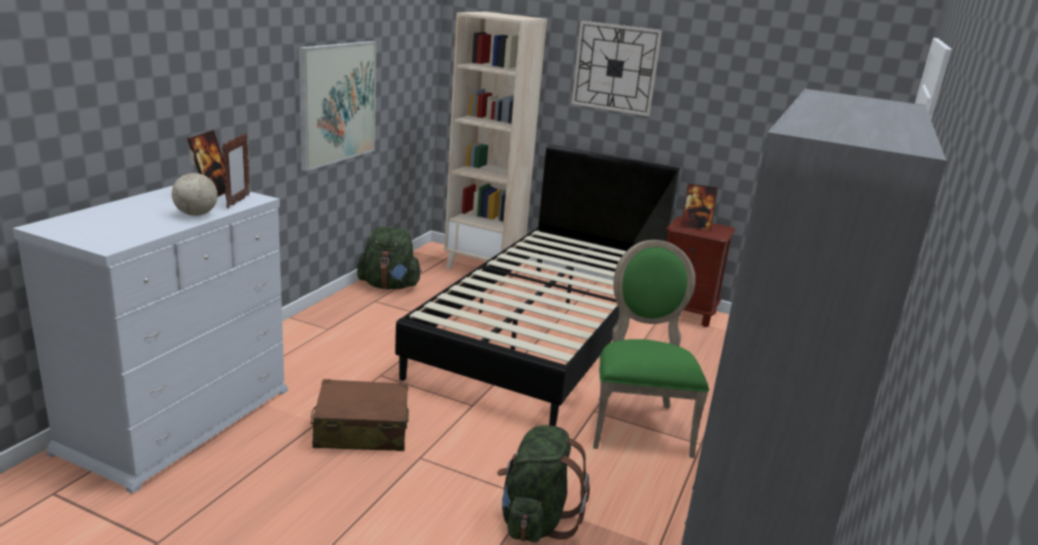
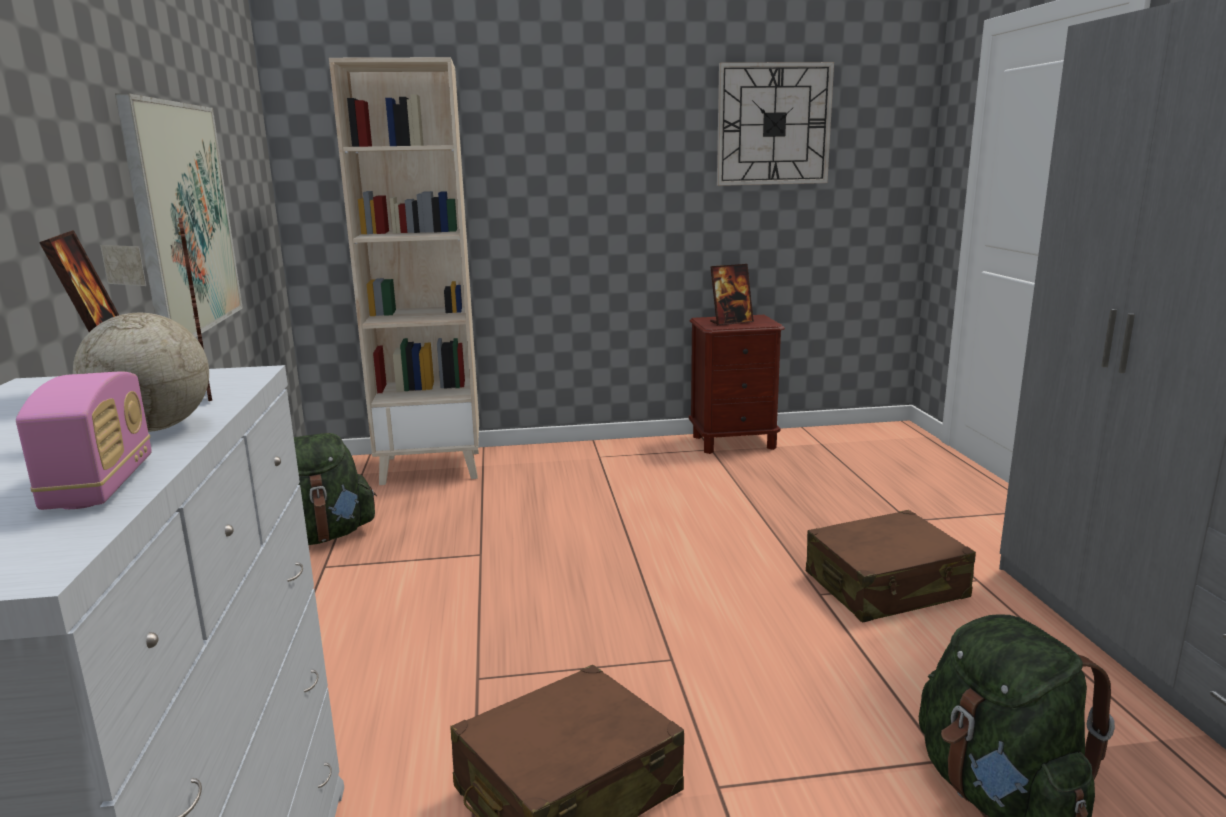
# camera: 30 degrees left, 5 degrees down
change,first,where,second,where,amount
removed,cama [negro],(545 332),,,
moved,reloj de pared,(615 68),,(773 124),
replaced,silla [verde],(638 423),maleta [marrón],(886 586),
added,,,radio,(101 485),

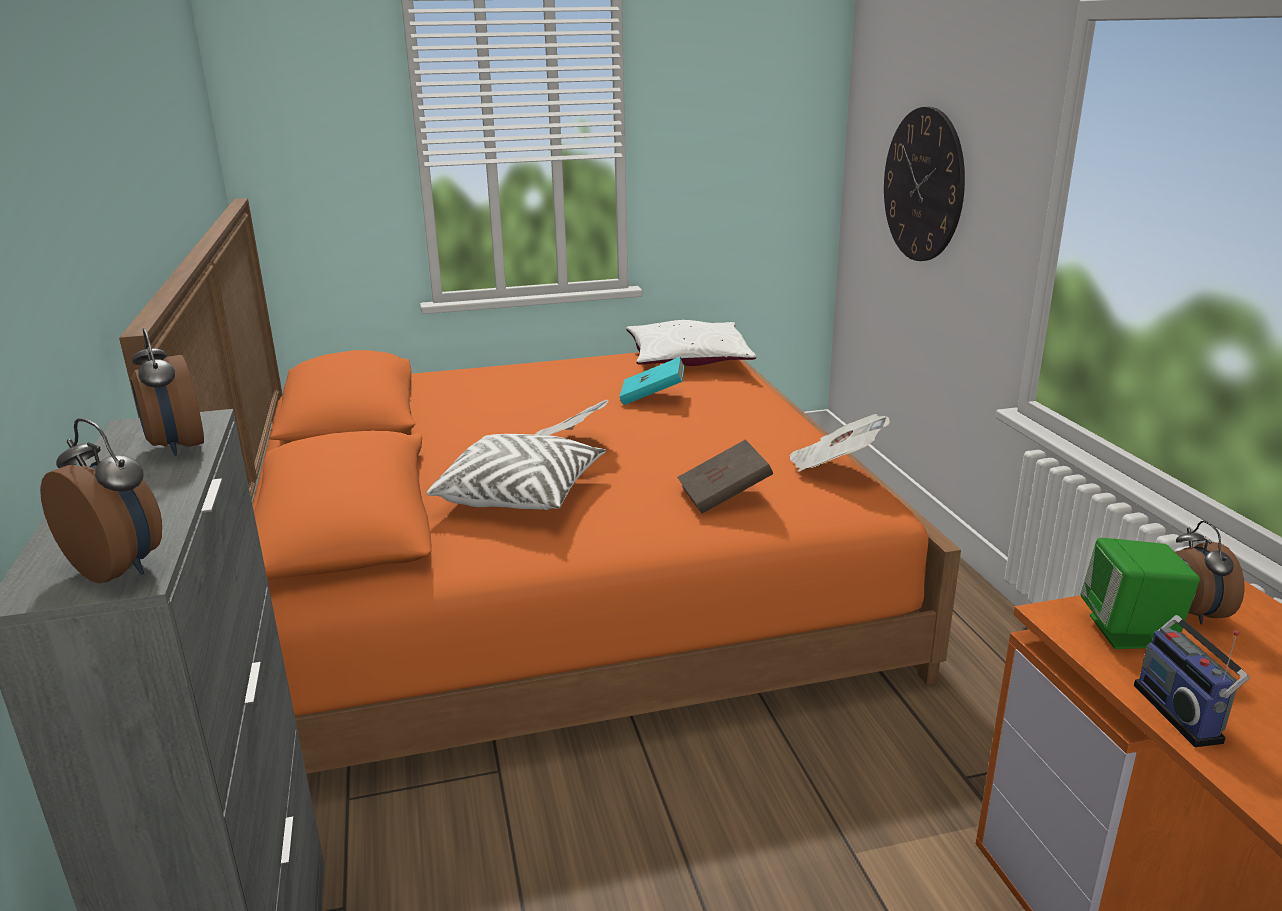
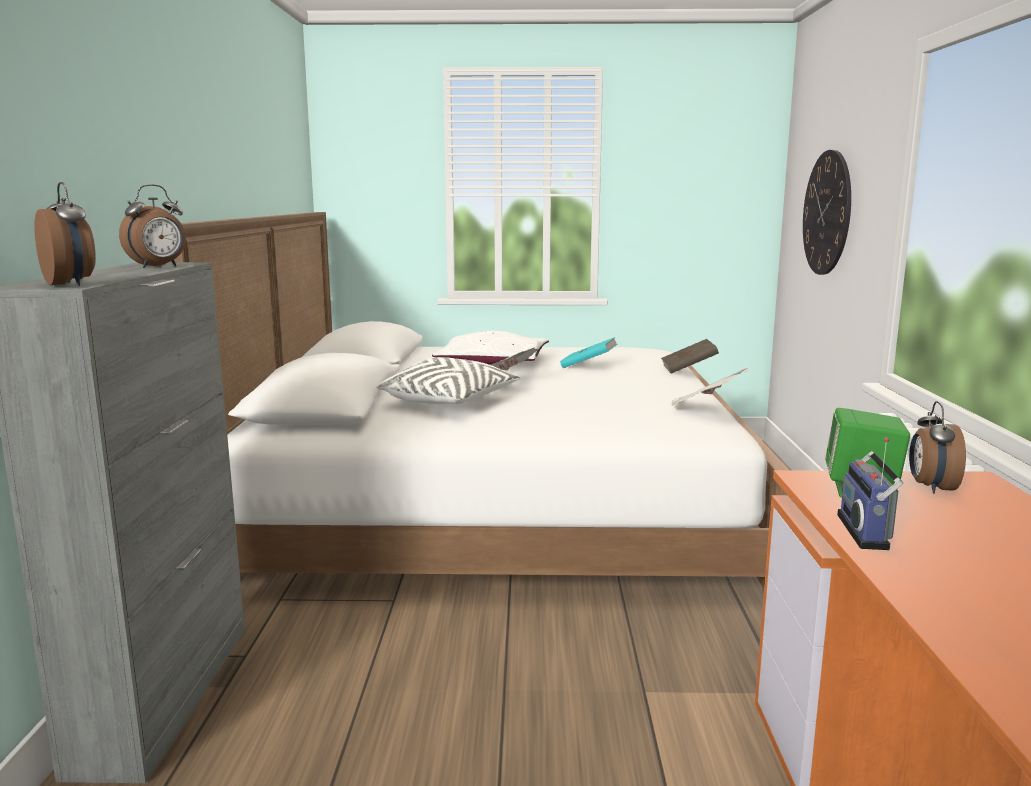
# camera: 15 degrees right, 10 degrees down
change,first,where,second,where,amount
recoloured,cama [naranja],(558 581),cama [blanco],(498 502),
turned,despertador,(175 447),,(159 267),120 degrees counterclockwise
moved,cojín [blanco],(688 359),,(493 362),
moved,libro [marrón],(724 496),,(688 369),

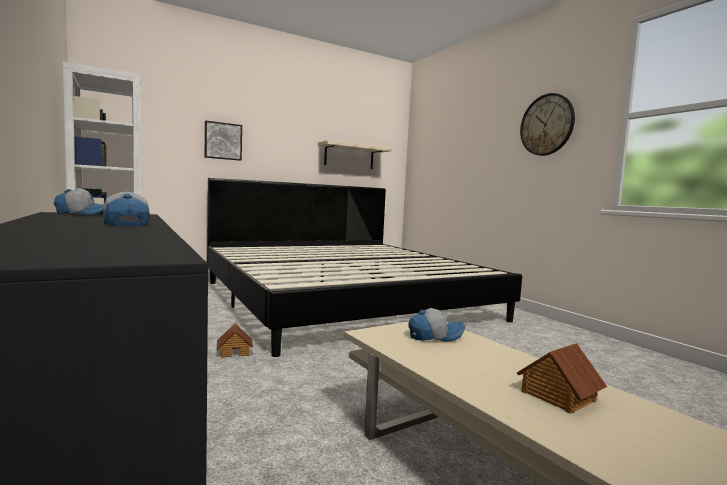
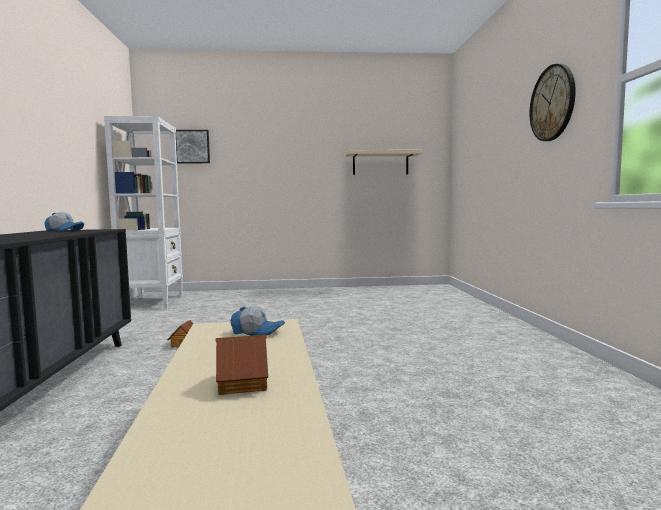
# camera: 25 degrees right, 0 degrees up
change,first,where,second,where,amount
removed,gorra,(125 224),,,
moved,cuadro,(223 141),,(192 147),
removed,cama,(344 300),,,

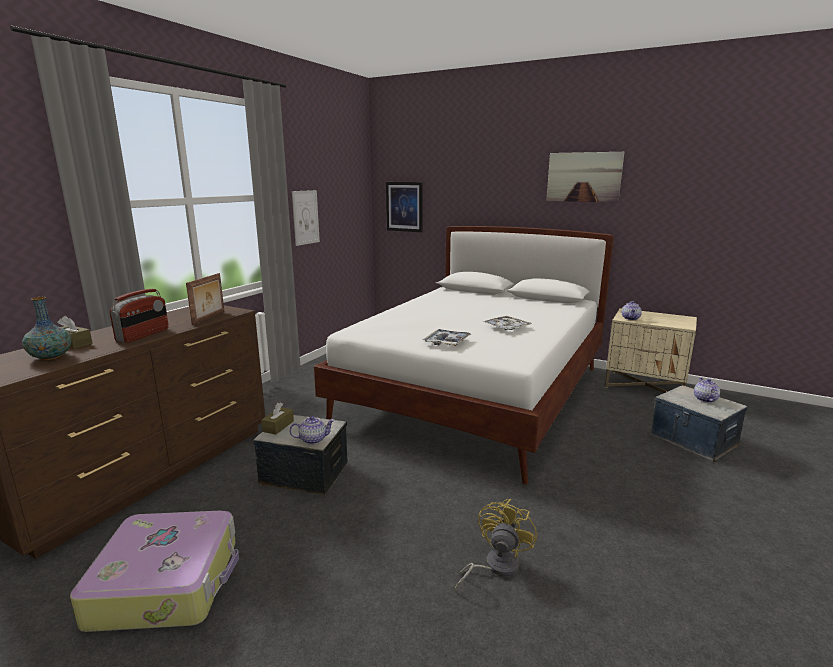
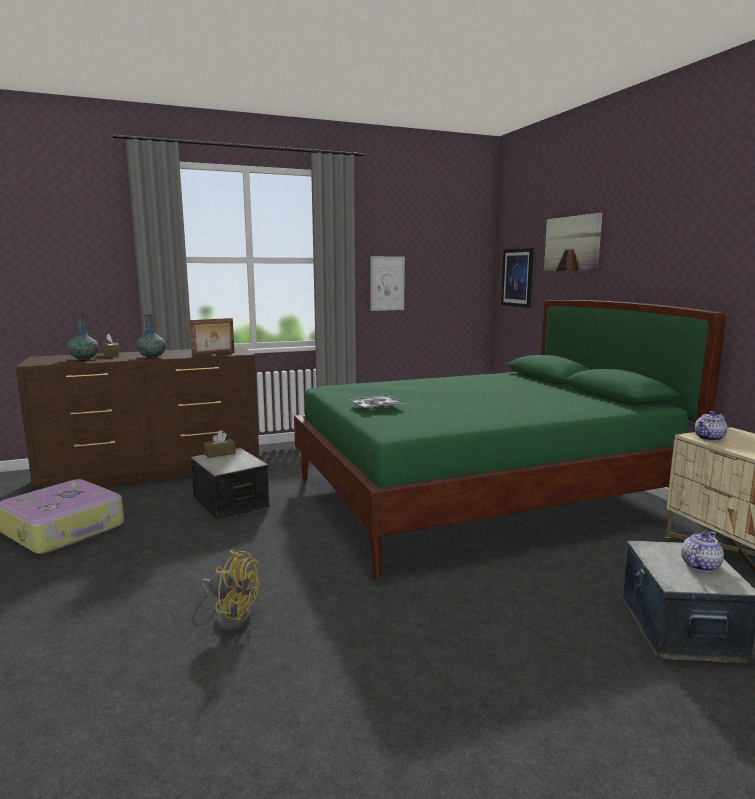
# camera: 40 degrees right, 5 degrees down
change,first,where,second,where,amount
replaced,radio,(143 335),florero,(152 356),
removed,tetera,(313 439),,,
recoloured,cama [blanco],(477 394),cama [verde],(482 496),
turned,ventilador [amarillo],(495 566),,(231 616),45 degrees clockwise
removed,bandeja,(507 327),,,
moved,cuadro,(583 177),,(572 243),

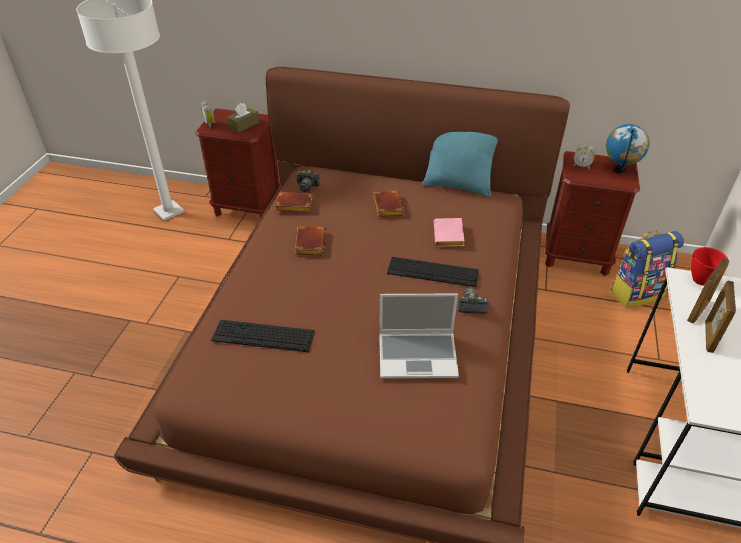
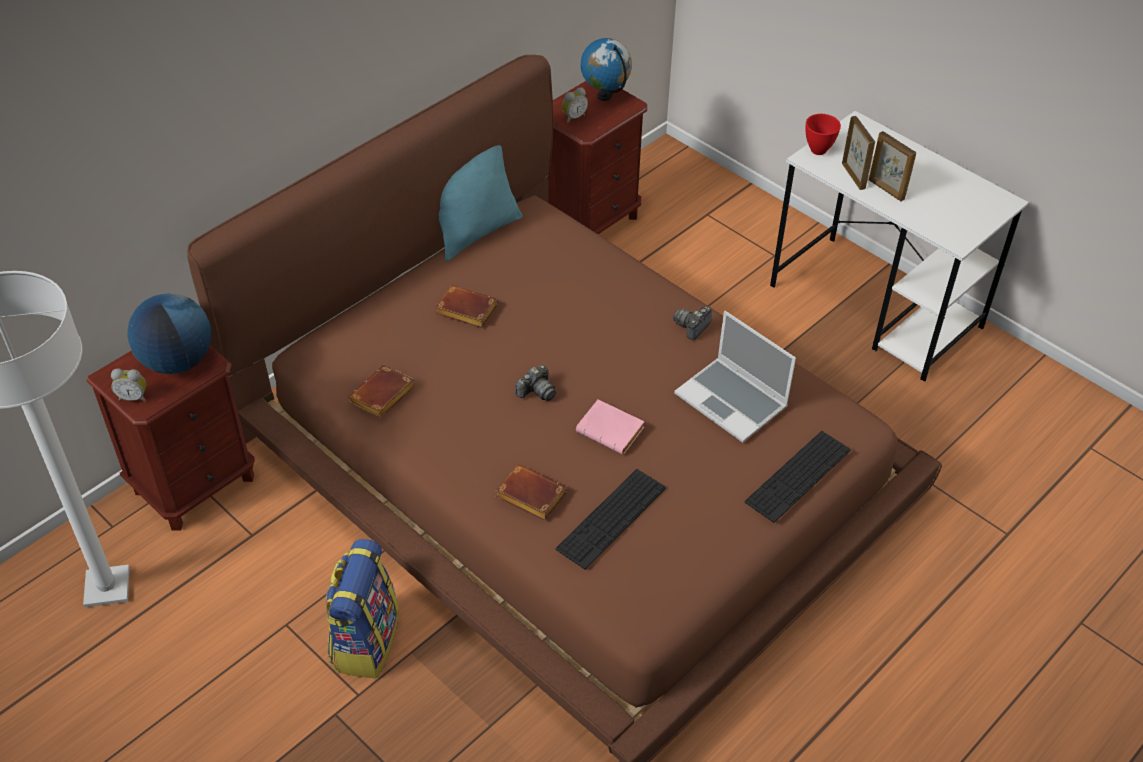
# camera: 60 degrees left, 5 degrees up
change,first,where,second,where,amount
replaced,caja de pañuelos [marrón],(244 125),globo terráqueo,(177 361),
moved,cámara,(307 186),,(536 391),
moved,libro [marrón],(309 243),,(528 496),
turned,portátil,(418 355),,(732 401),105 degrees clockwise
moved,teclado,(432 272),,(798 476),
moved,libro [rosa],(449 236),,(612 431),
moved,mochila,(636 293),,(364 641),

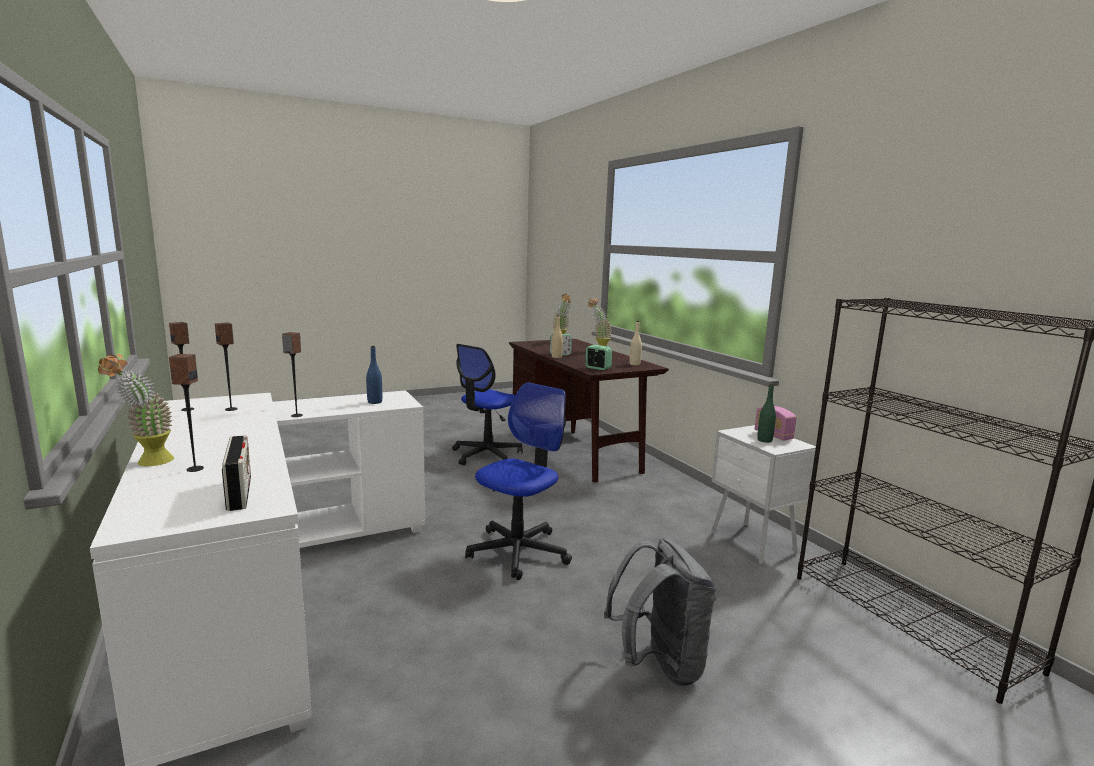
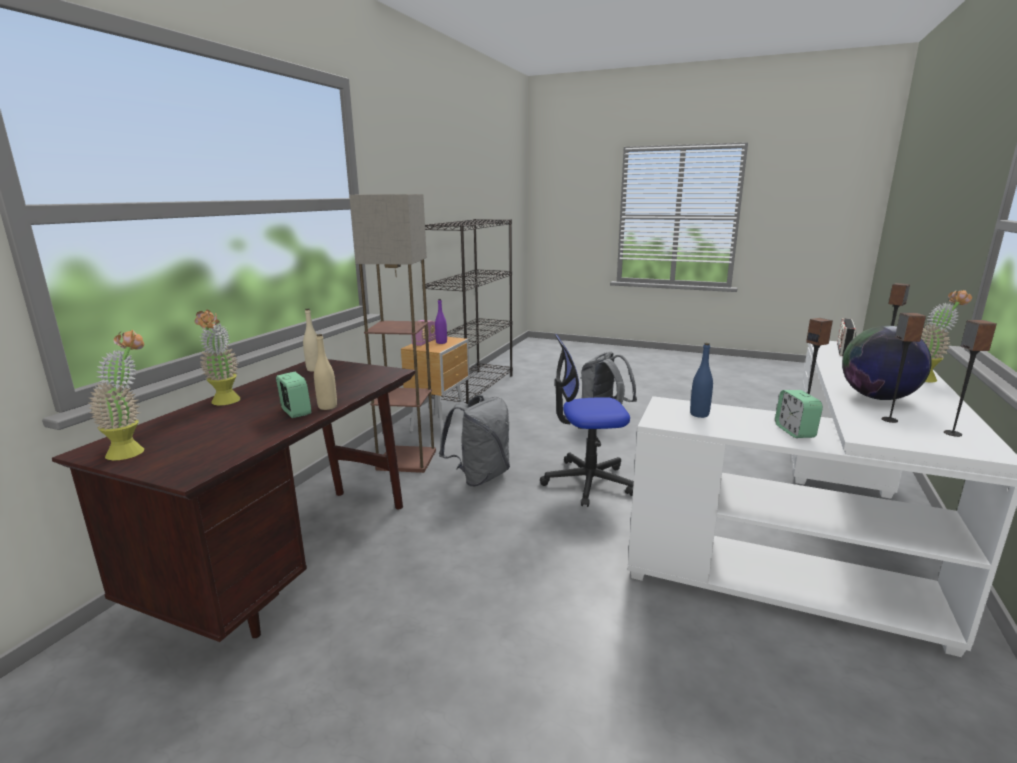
# camera: 130 degrees left, 5 degrees up
change,first,where,second,where,amount
removed,silla de oficina,(486 455),,,
moved,despertador,(597 368),,(794 431),
recoloured,mesita de noche [blanco],(753 544),mesita de noche [marrón],(441 424),
recoloured,botella [verde],(764 440),botella [morado],(441 342),
added,,,lámpara de pie,(406 459),
added,,,mochila [gris],(480 476),
added,,,globo terráqueo,(877 397),

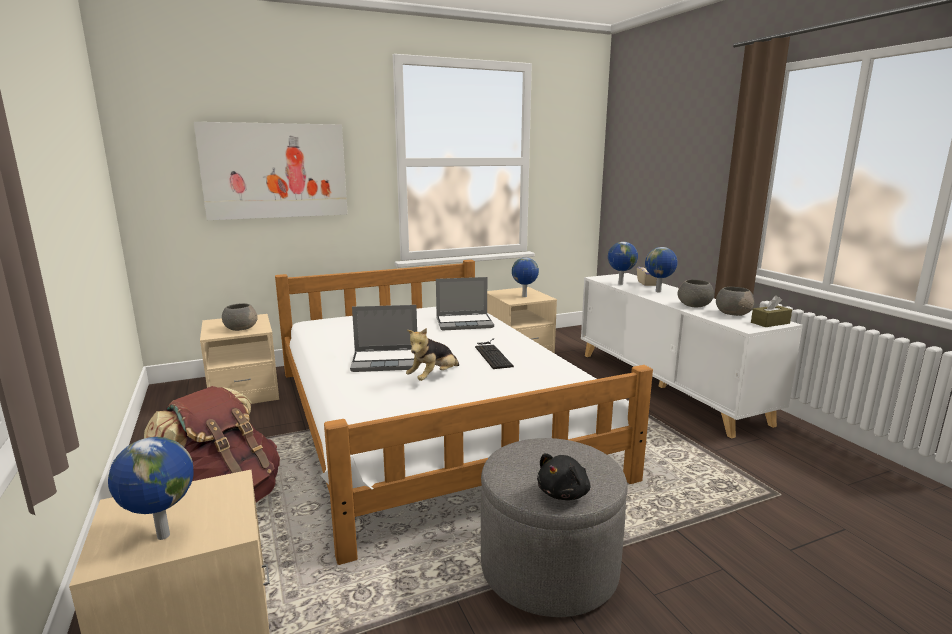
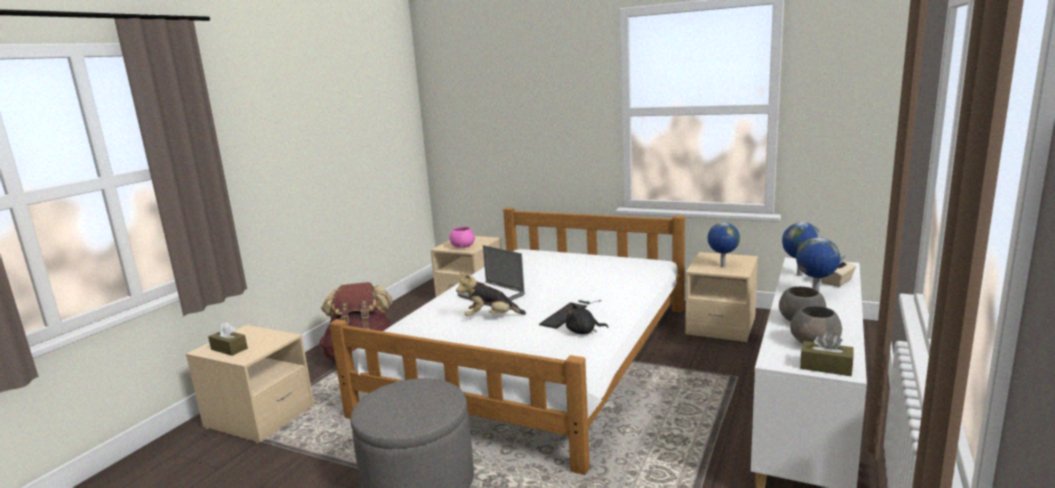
# camera: 50 degrees right, 0 degrees up
change,first,where,second,where,amount
replaced,globo terráqueo,(161 536),caja de pañuelos [marrón],(229 349),
removed,cuadro,(275 171),,,
recoloured,cuenco [gris],(240 329),cuenco [rosa],(463 246),
removed,portátil,(465 323),,,
moved,peluche [negro],(564 493),,(583 332),

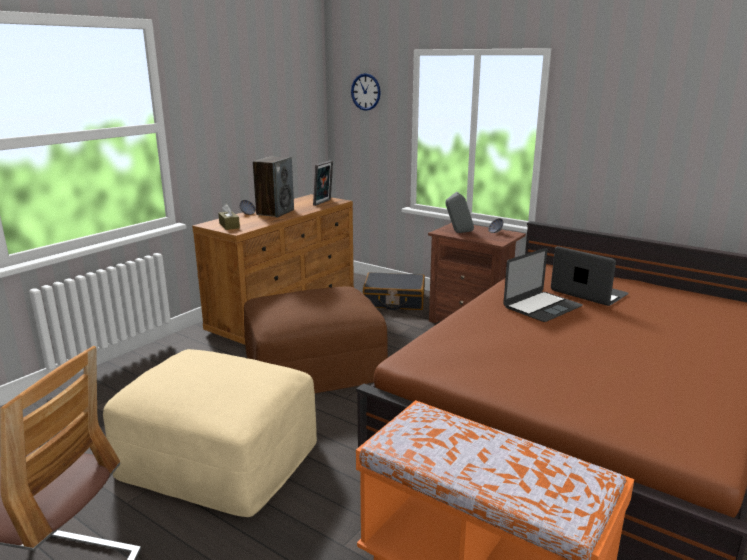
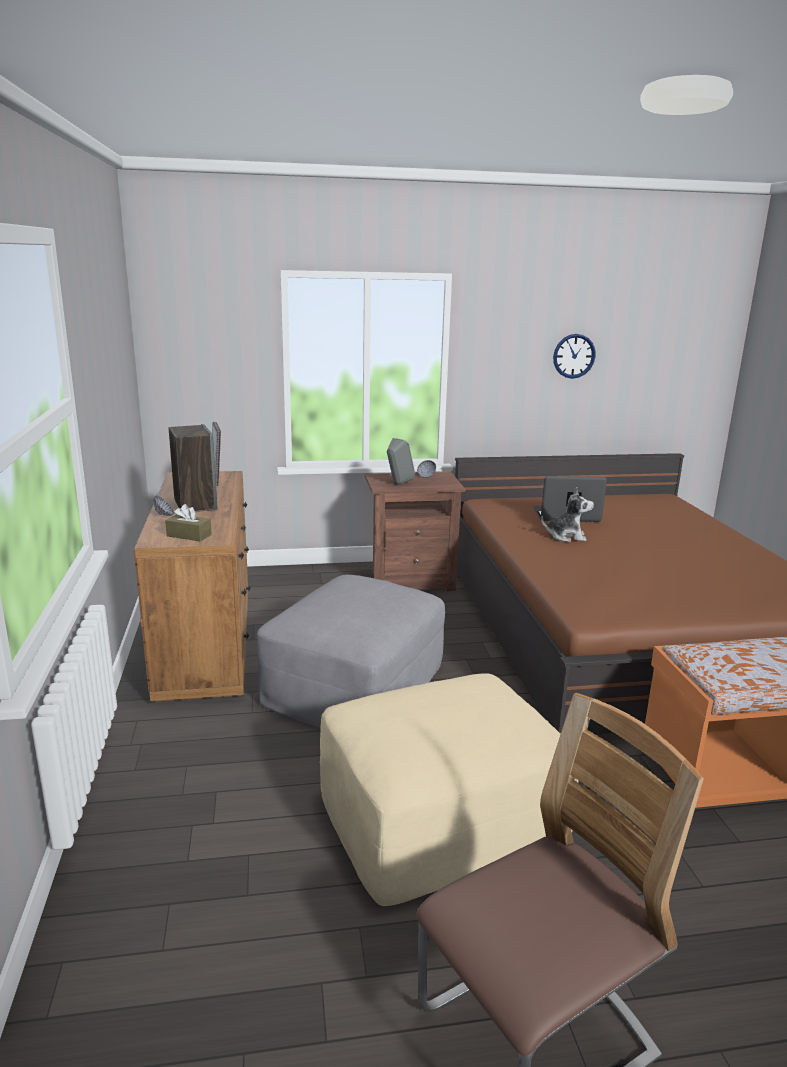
# camera: 45 degrees left, 0 degrees up
change,first,where,second,where,amount
recoloured,puf [marrón],(314 366),puf [gris],(354 684),
moved,reloj de pared,(365 92),,(574 356),
removed,maleta [negro],(394 300),,,
replaced,portátil,(542 306),peluche,(566 536),

